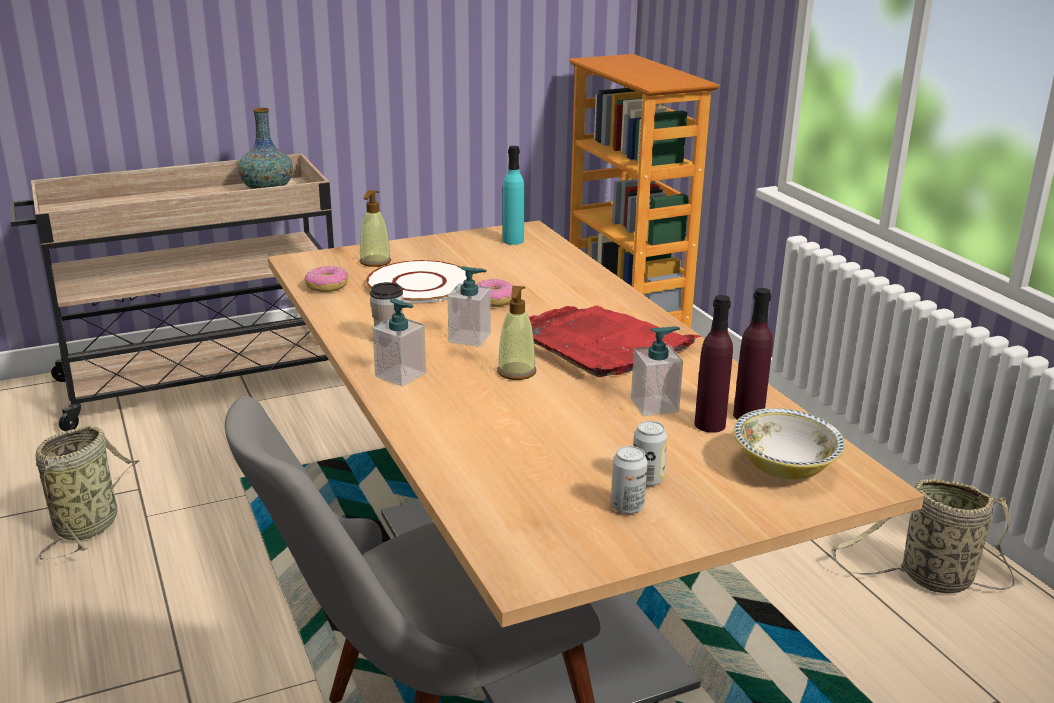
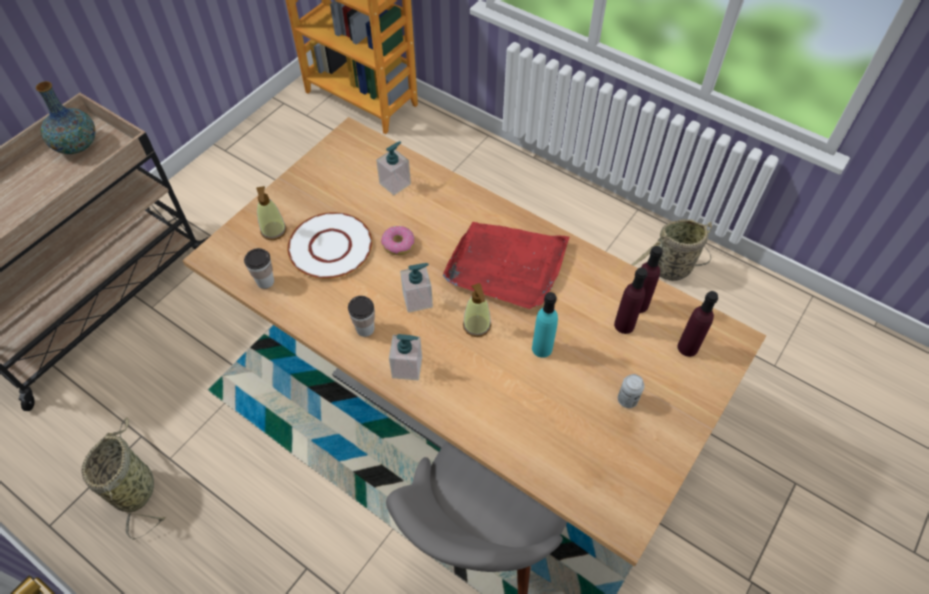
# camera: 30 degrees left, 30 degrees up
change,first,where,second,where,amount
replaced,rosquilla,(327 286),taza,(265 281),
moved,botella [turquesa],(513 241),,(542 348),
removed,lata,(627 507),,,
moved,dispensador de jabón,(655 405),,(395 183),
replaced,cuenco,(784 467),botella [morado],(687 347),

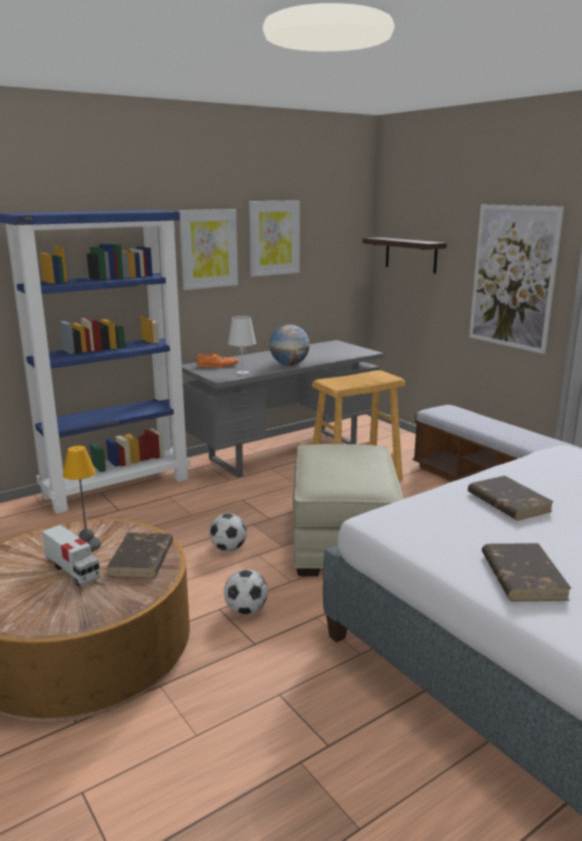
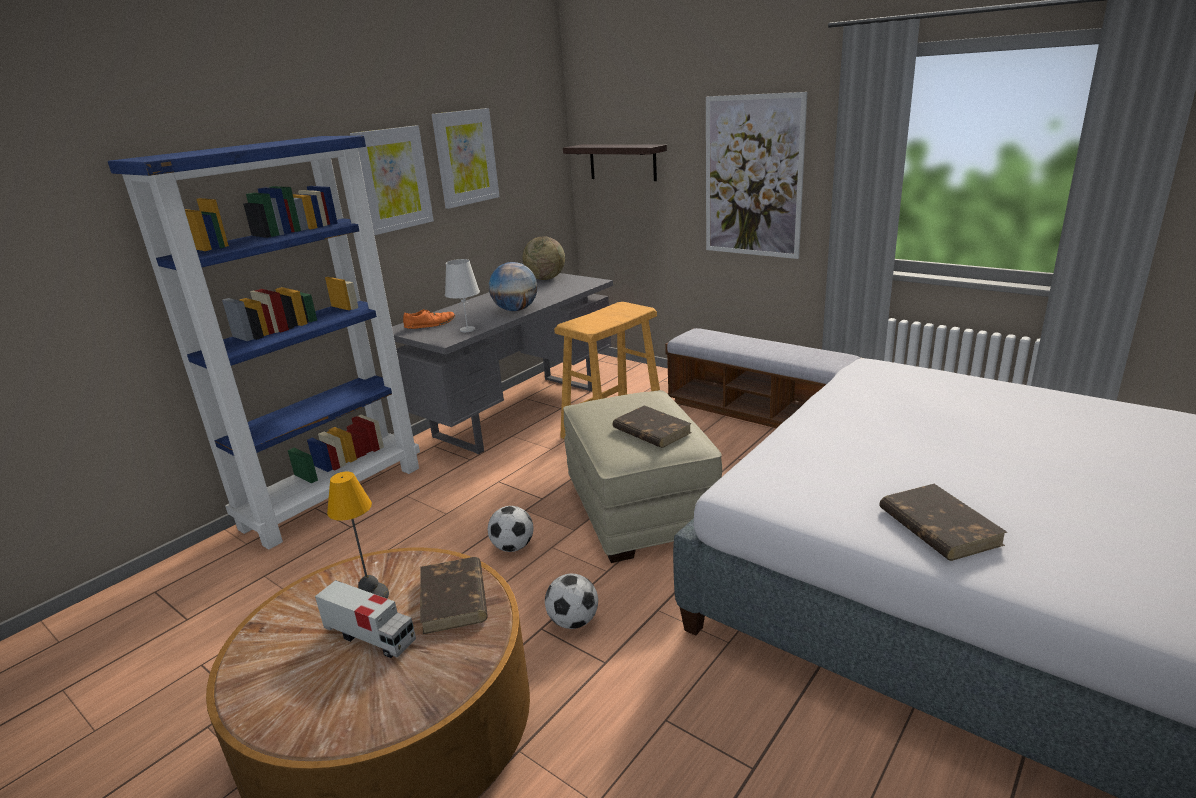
# camera: 15 degrees left, 5 degrees up
change,first,where,second,where,amount
moved,libro [marrón],(508 501),,(651 430),
added,,,globo terráqueo,(545 279),

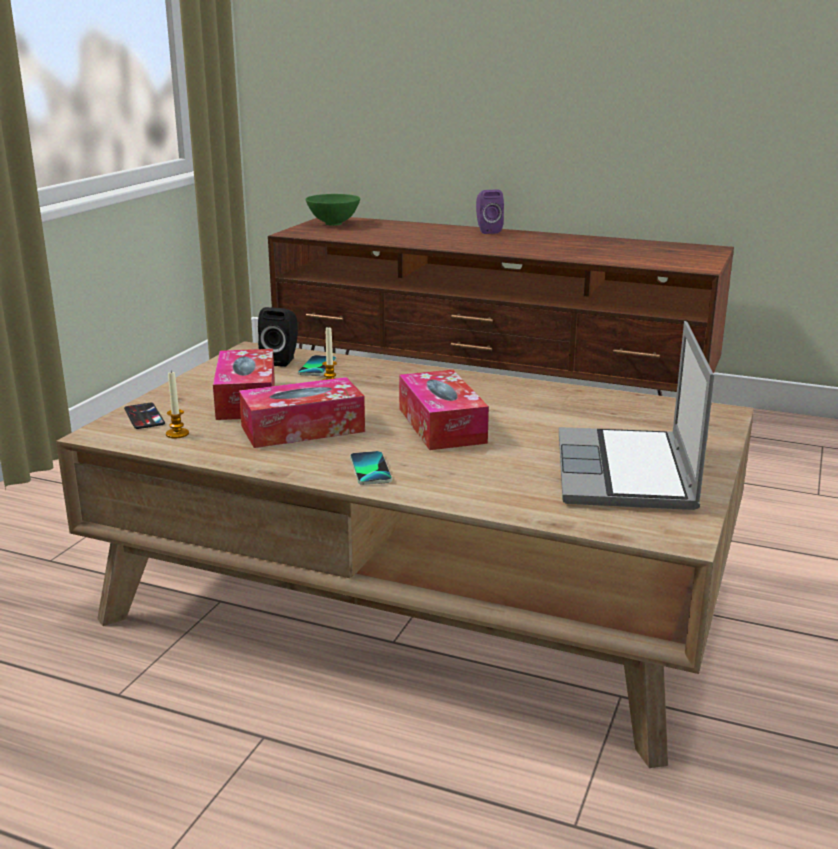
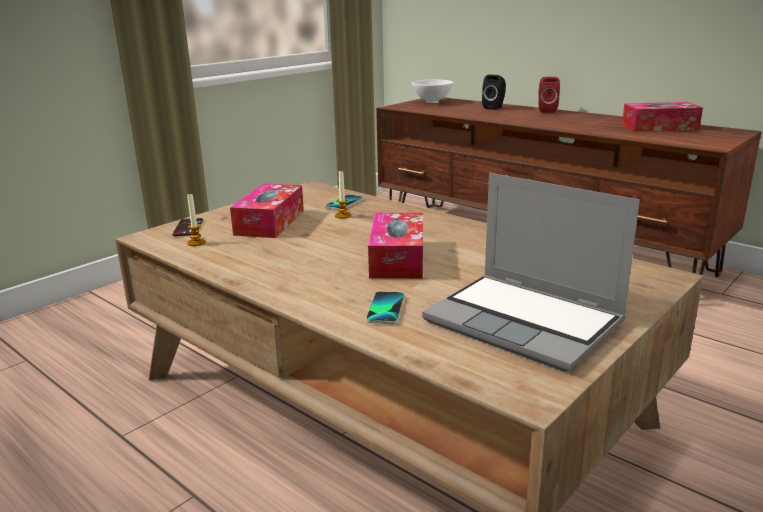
# camera: 20 degrees right, 0 degrees up
change,first,where,second,where,amount
moved,caja de pañuelos,(302 429),,(659 127),
moved,altavoz [negro],(282 360),,(494 107),
recoloured,cuenco [verde],(334 224),cuenco [blanco],(432 102),
moved,móvil,(370 469),,(385 309),
recoloured,altavoz [morado],(487 231),altavoz [rojo],(546 111),
turned,portátil,(627 473),,(526 322),75 degrees counterclockwise

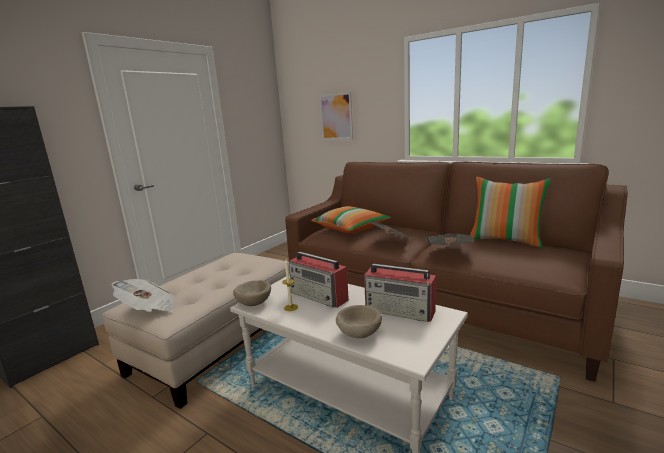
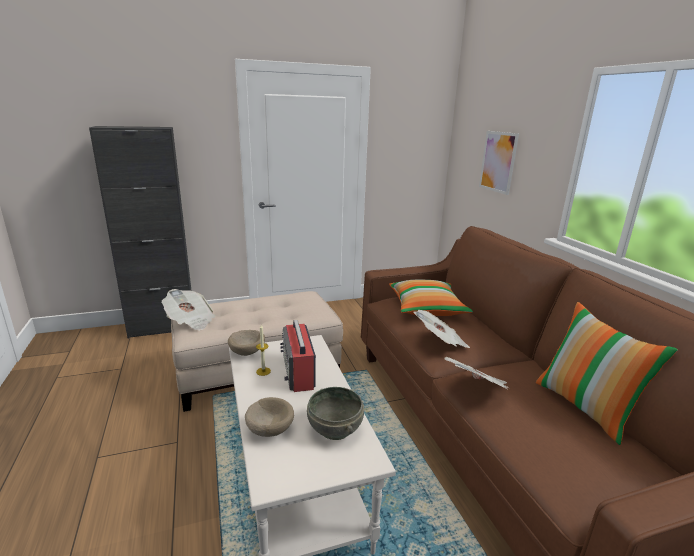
# camera: 35 degrees right, 5 degrees up
change,first,where,second,where,amount
replaced,radio,(400 311),cuenco [gris],(336 428),

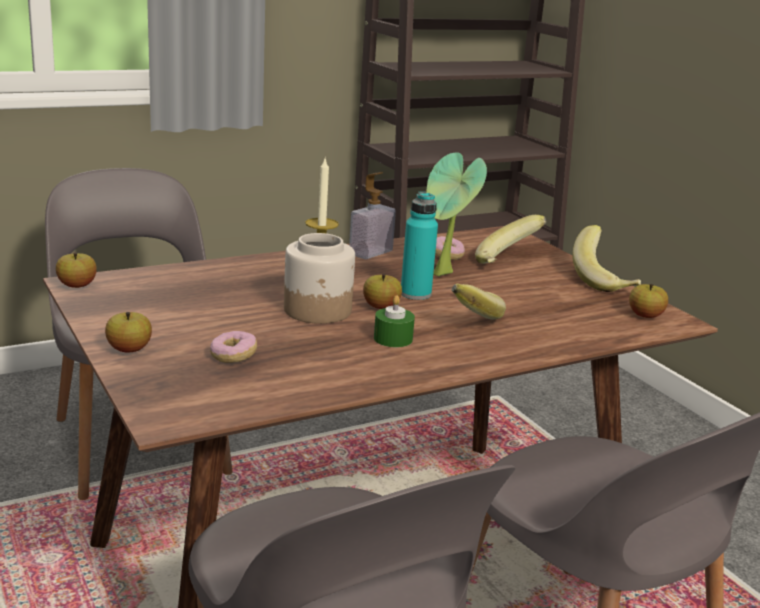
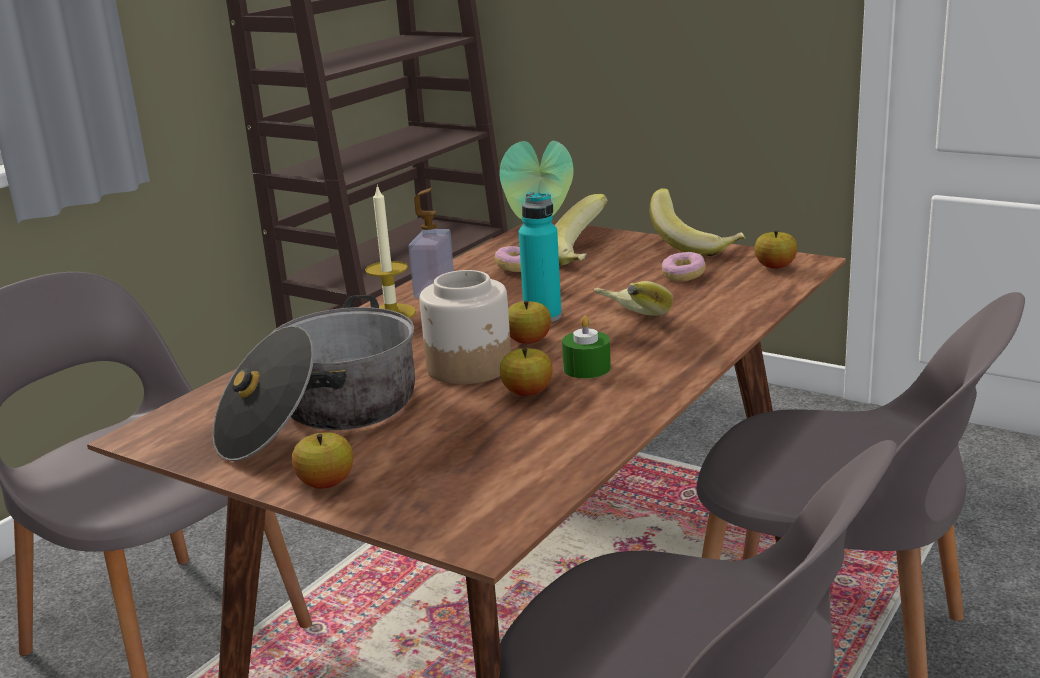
# camera: 25 degrees left, 0 degrees up
change,first,where,second,where,amount
moved,manzana,(77 286),,(527 392),
moved,rosquilla,(233 356),,(683 276),
added,,,olla,(321 417),

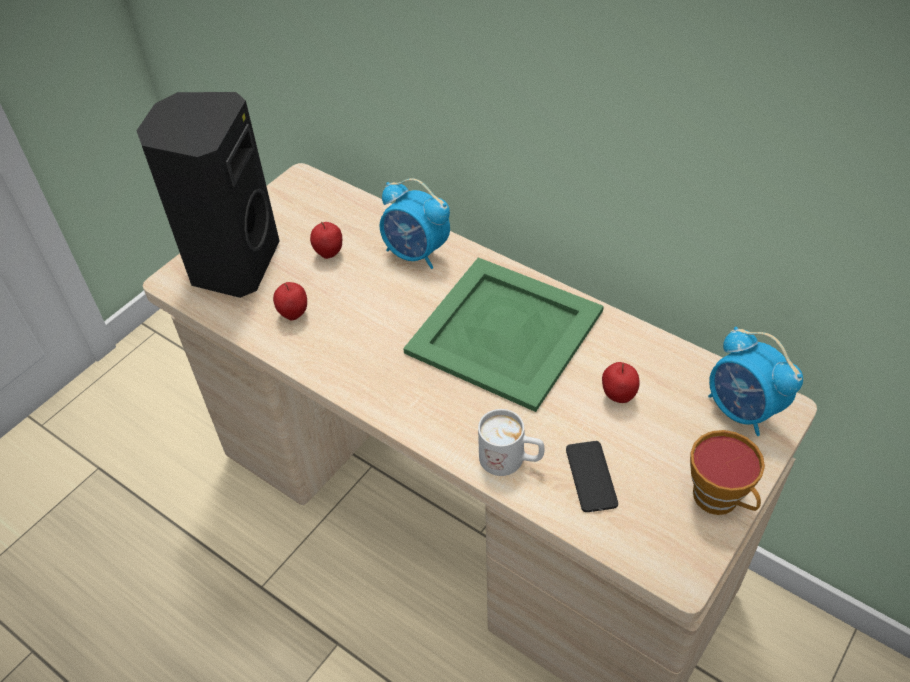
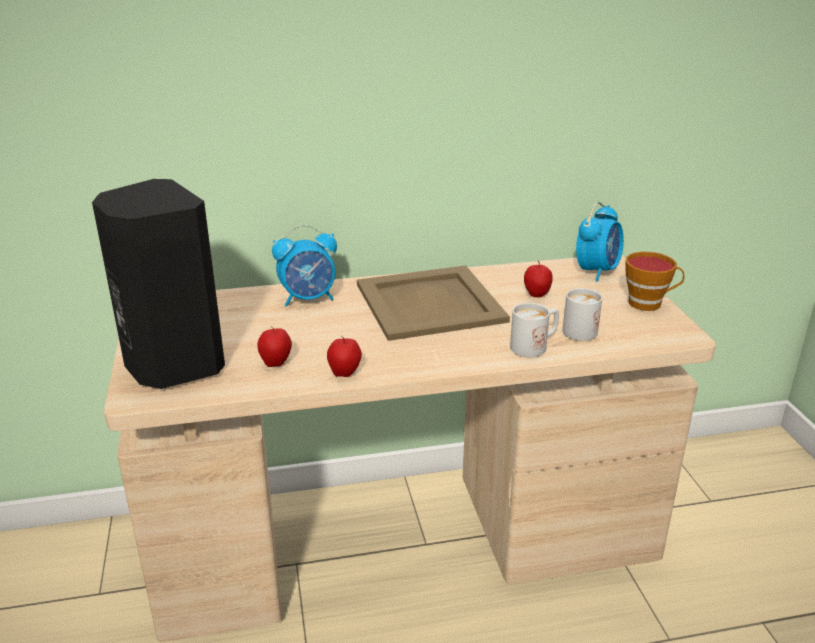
# camera: 50 degrees left, 20 degrees down
change,first,where,second,where,amount
moved,manzana,(329 254),,(345 374),
recoloured,bandeja [verde],(505 333),bandeja [beis],(431 303),
replaced,móvil,(591 476),taza grande [blanco],(583 329),
turned,despertador,(742 410),,(597 271),60 degrees counterclockwise

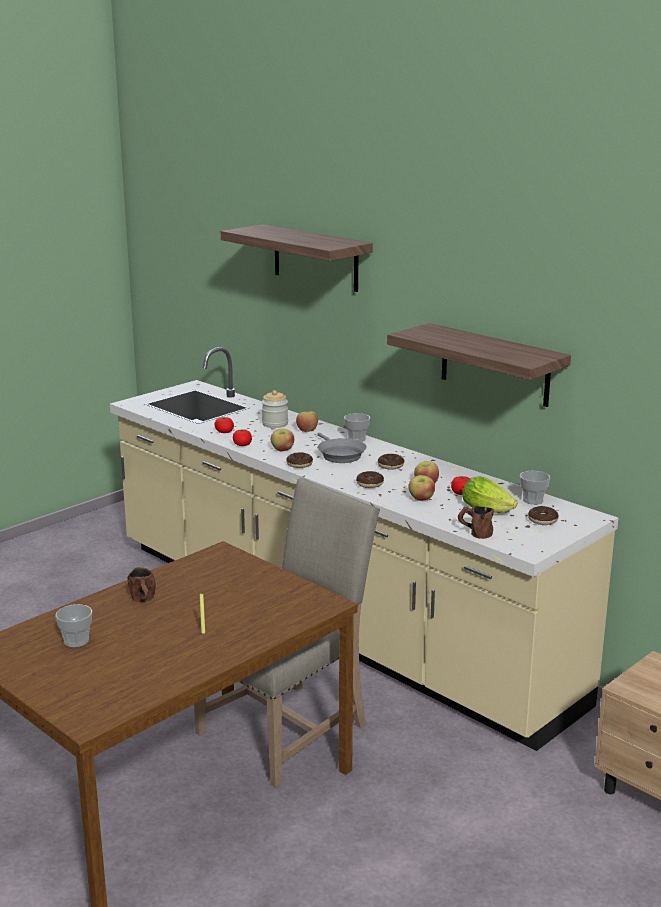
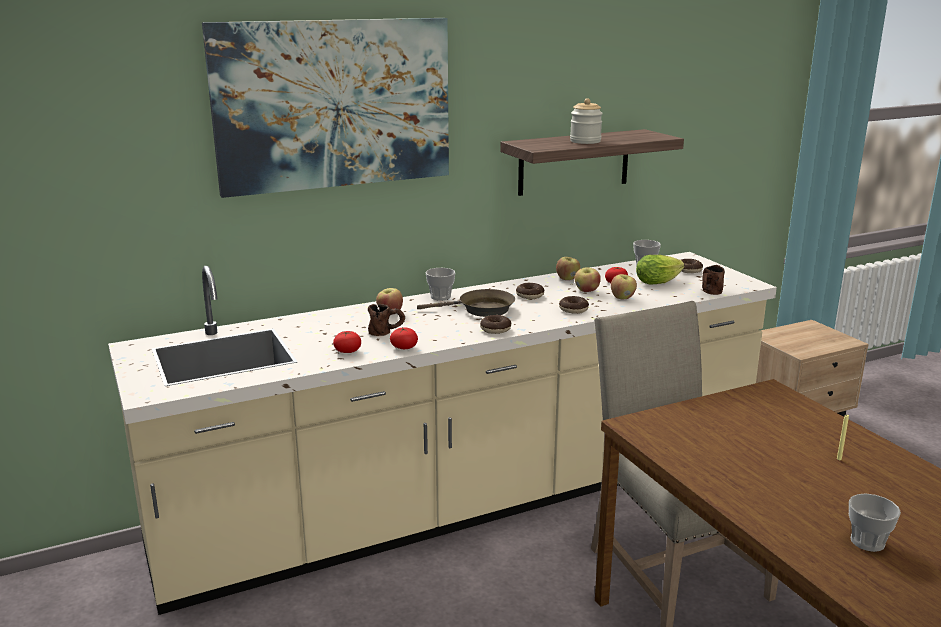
# camera: 70 degrees left, 0 degrees up
change,first,where,second,where,amount
moved,taza grande [marrón],(143 600),,(387 332),
replaced,estante,(315 258),cuadro,(334 104),
moved,tarro,(275 424),,(585 141),
moved,manzana,(282 450),,(567 278),
recoloured,sartén [gris],(339 455),sartén [marrón],(481 310),

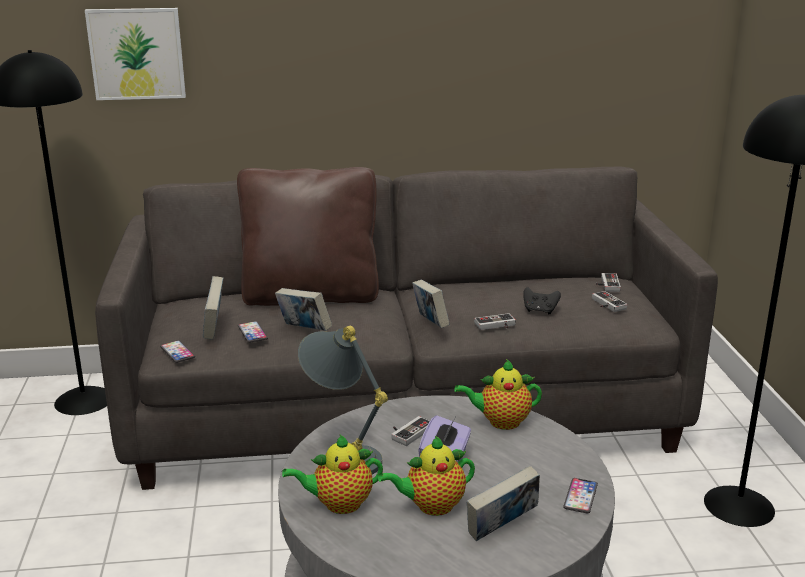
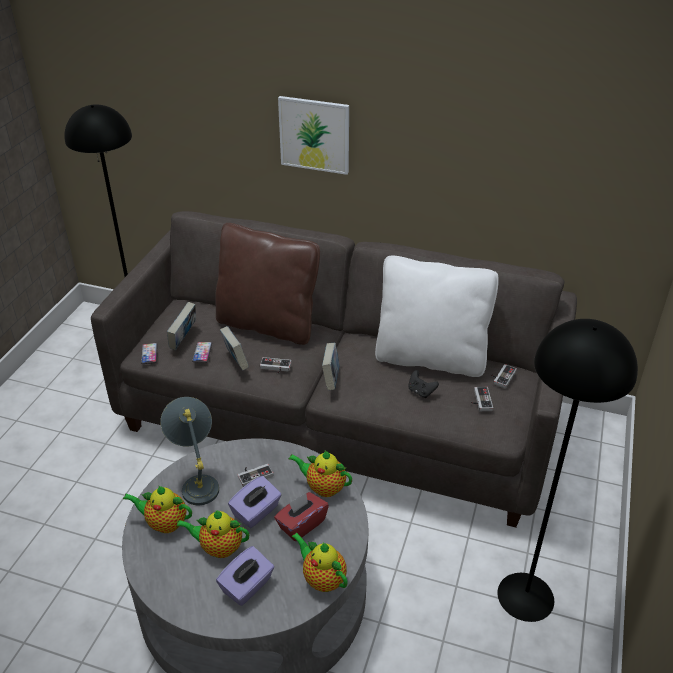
# camera: 25 degrees right, 15 degrees up
change,first,where,second,where,amount
moved,cuadro,(136 54),,(314 134),
replaced,libro,(502 529),caja de pañuelos [morado],(247 586),
moved,mando de consola,(496 326),,(275 368),
replaced,móvil,(580 496),tetera,(322 578),
added,,,caja de pañuelos [rojo],(301 524),
added,,,cojín [blanco],(430 358),

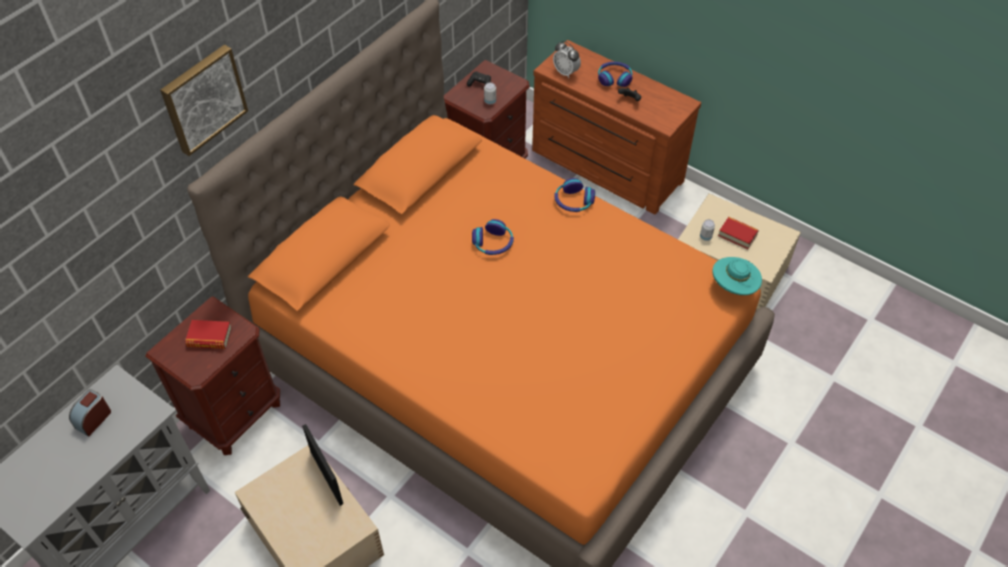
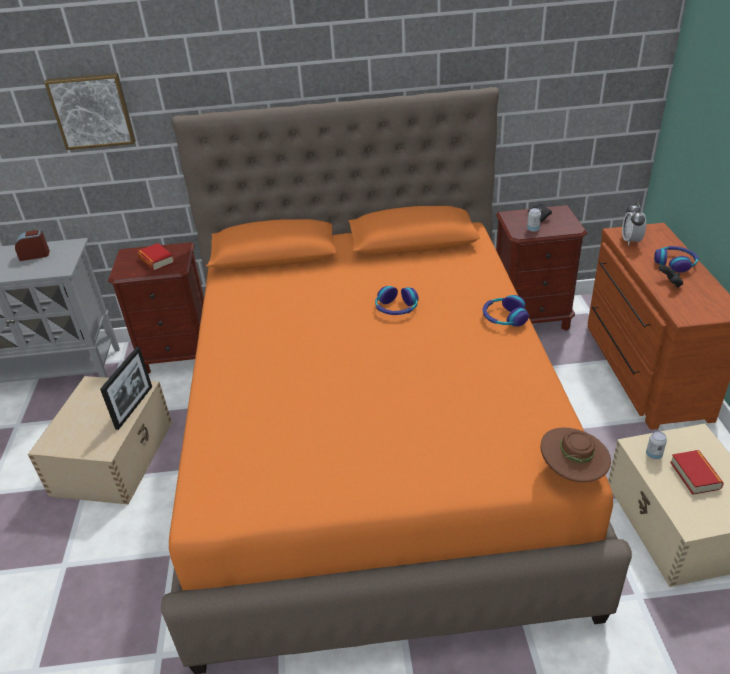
# camera: 50 degrees right, 15 degrees down
change,first,where,second,where,amount
moved,cuadro,(202 98),,(92 111),
recoloured,sombrero [turquesa],(733 287),sombrero [marrón],(572 472),

